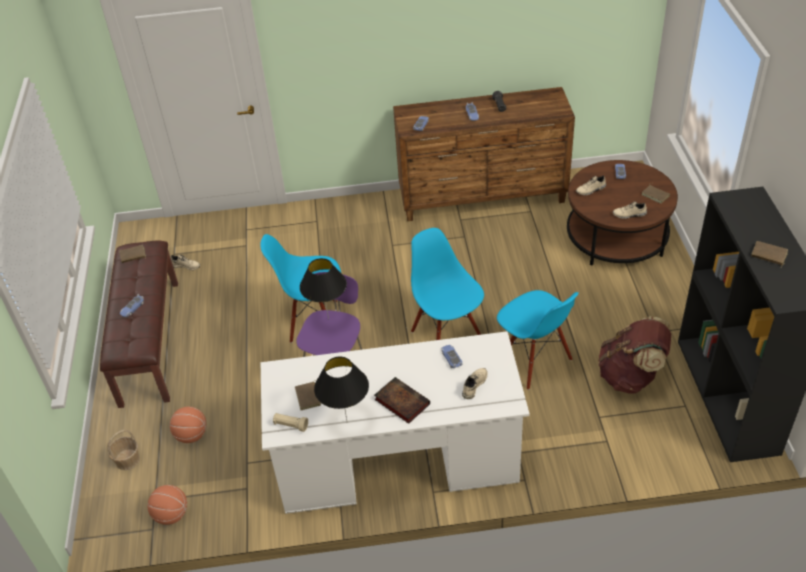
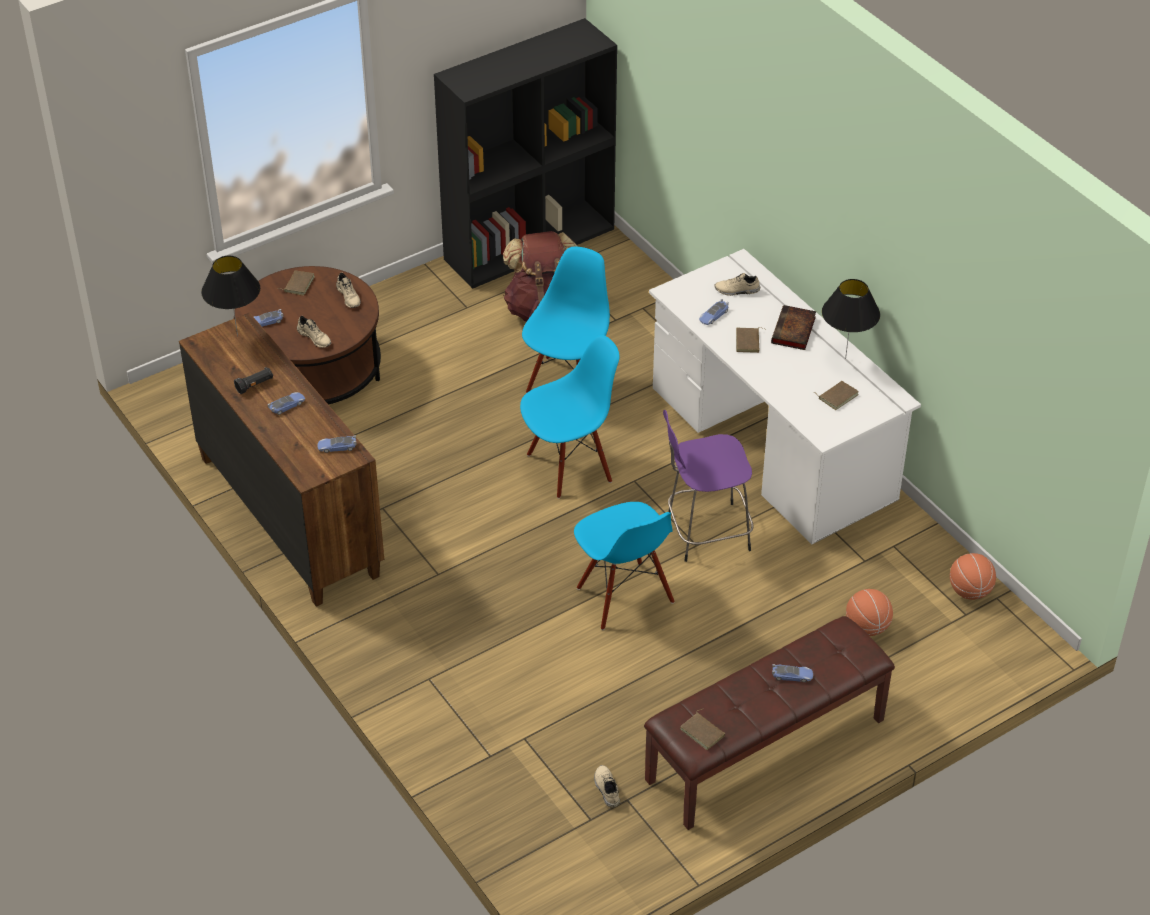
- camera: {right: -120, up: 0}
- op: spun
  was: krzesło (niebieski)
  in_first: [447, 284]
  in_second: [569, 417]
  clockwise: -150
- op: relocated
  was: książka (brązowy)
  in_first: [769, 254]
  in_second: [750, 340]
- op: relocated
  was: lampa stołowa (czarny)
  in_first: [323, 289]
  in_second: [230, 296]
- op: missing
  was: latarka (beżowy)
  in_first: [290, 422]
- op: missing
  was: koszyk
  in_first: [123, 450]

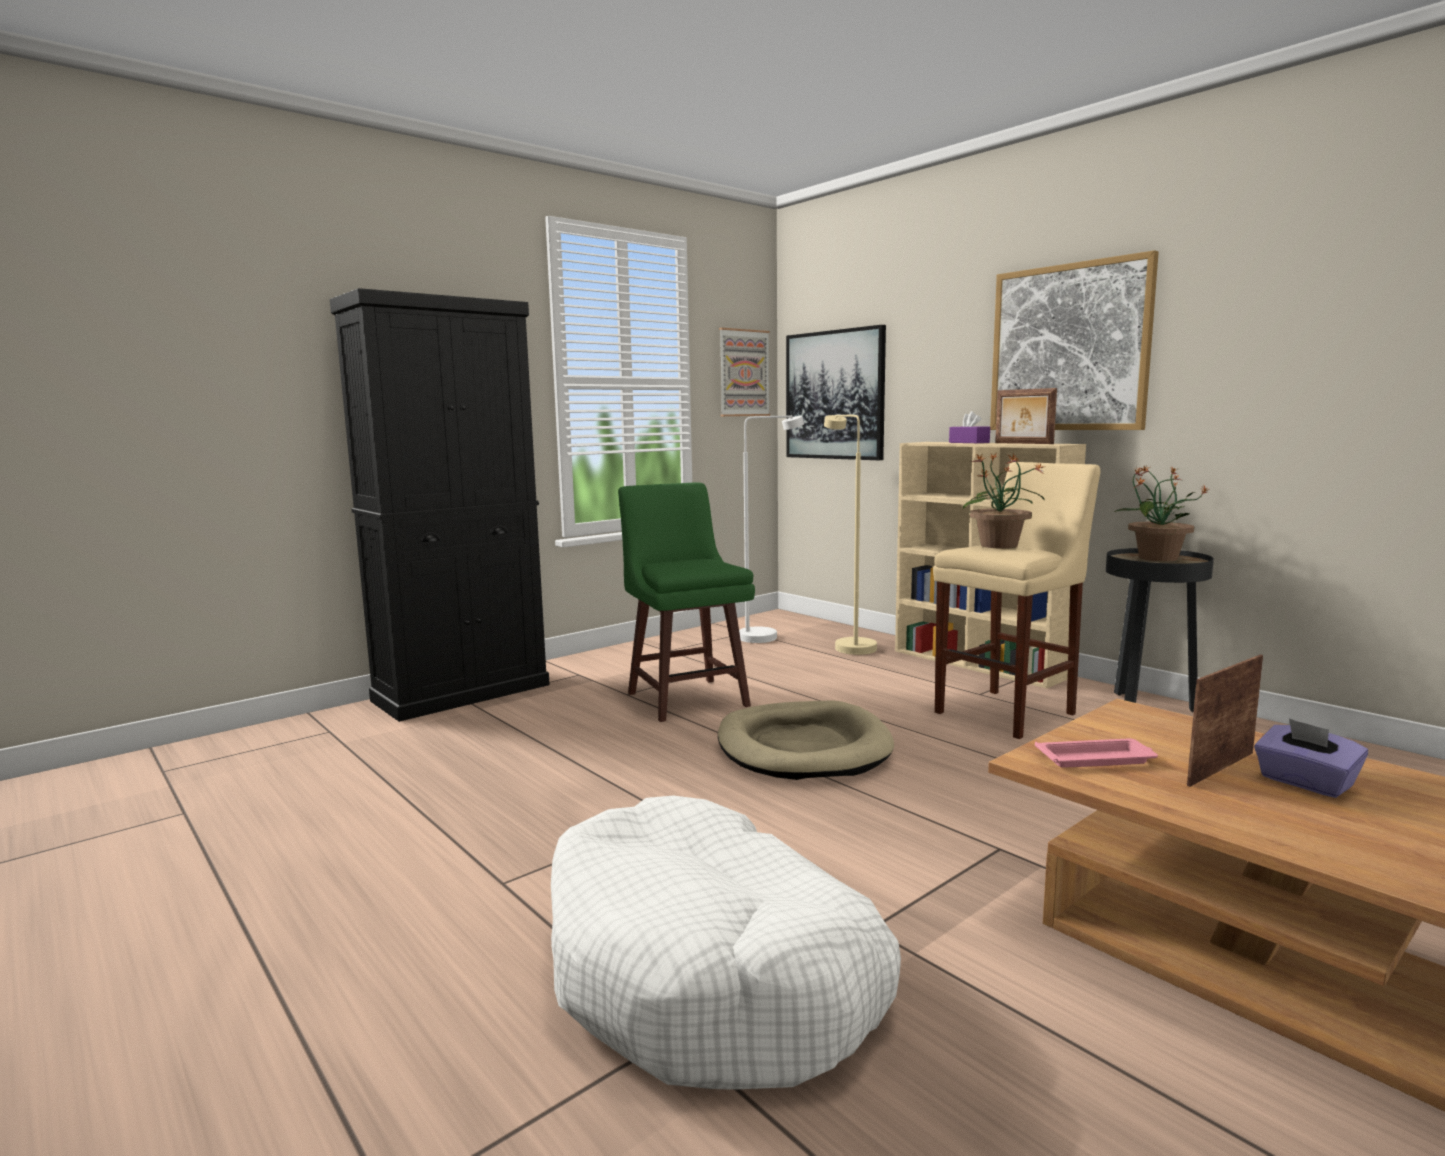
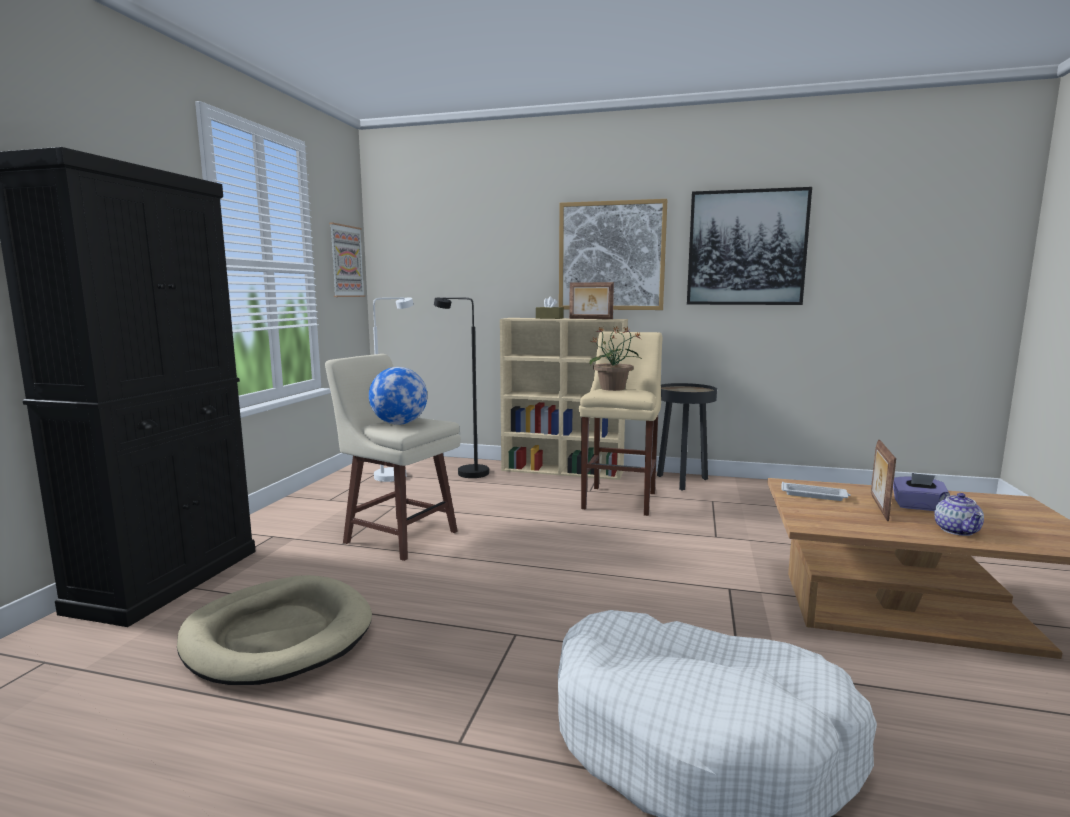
- camera: {right: -35, up: 0}
- op: relocated
  was: obraz
  in_first: [836, 392]
  in_second: [749, 246]
- op: colour
  was: pudełko chusteczek (fioletowy)
  now: pudełko chusteczek (brązowy)
  in_first: [969, 427]
  in_second: [550, 308]
- op: colour
  was: lampa stojąca (beżowy)
  now: lampa stojąca (czarny)
  in_first: [850, 535]
  in_second: [461, 387]
- op: missing
  was: roślina doniczkowa
  in_first: [1161, 513]
- op: colour
  was: stołek (zielony)
  now: stołek (beżowy)
  in_first: [686, 602]
  in_second: [393, 457]
- op: relocated
  was: legowisko (beżowy)
  in_first: [806, 740]
  in_second: [274, 630]
- op: missing
  was: taca (różowy)
  in_first: [1096, 753]
- op: appeared
  now: globus
  in_second: [398, 396]
- op: appeared
  now: taca (biały)
  in_second: [816, 491]
- op: appeared
  now: imbryk
  in_second: [959, 514]

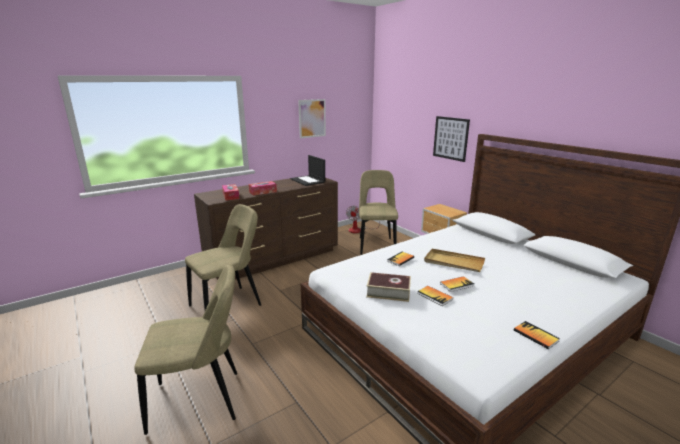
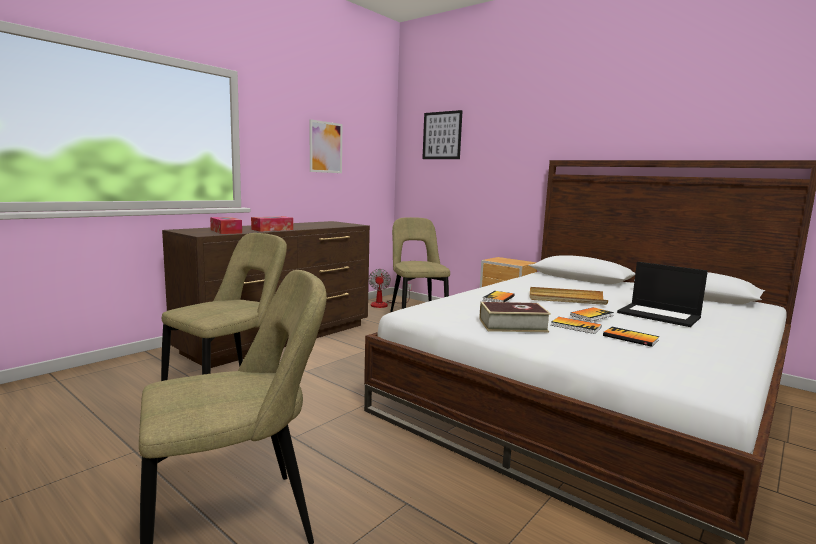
- camera: {right: -15, up: -10}
- op: relocated
  was: obraz
  in_first: [451, 139]
  in_second: [442, 134]
- op: relocated
  was: laptop
  in_first: [307, 170]
  in_second: [662, 294]
- op: relocated
  was: książka
  in_first: [537, 335]
  in_second: [631, 337]

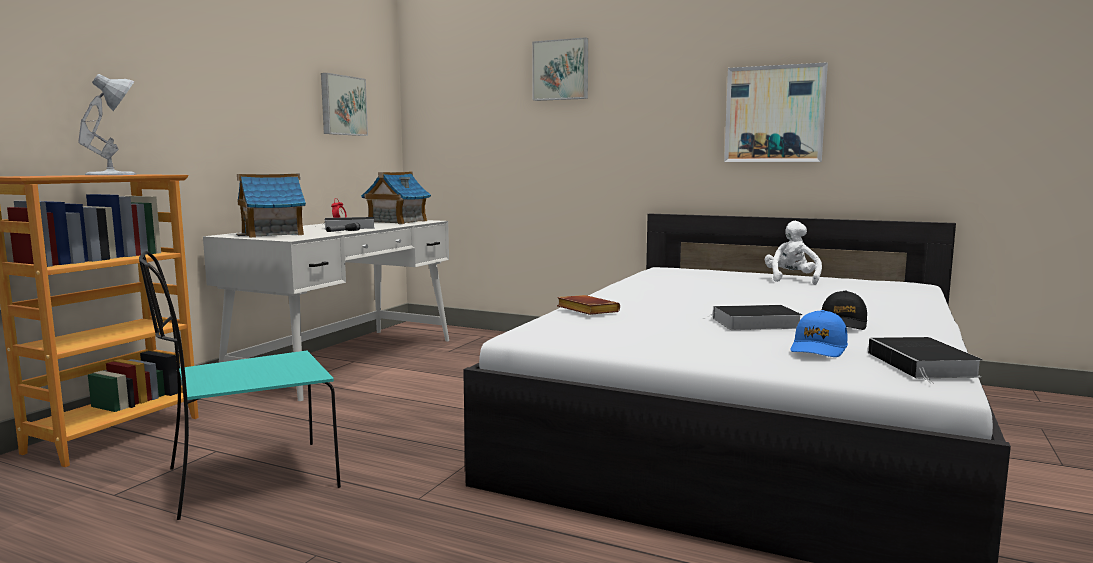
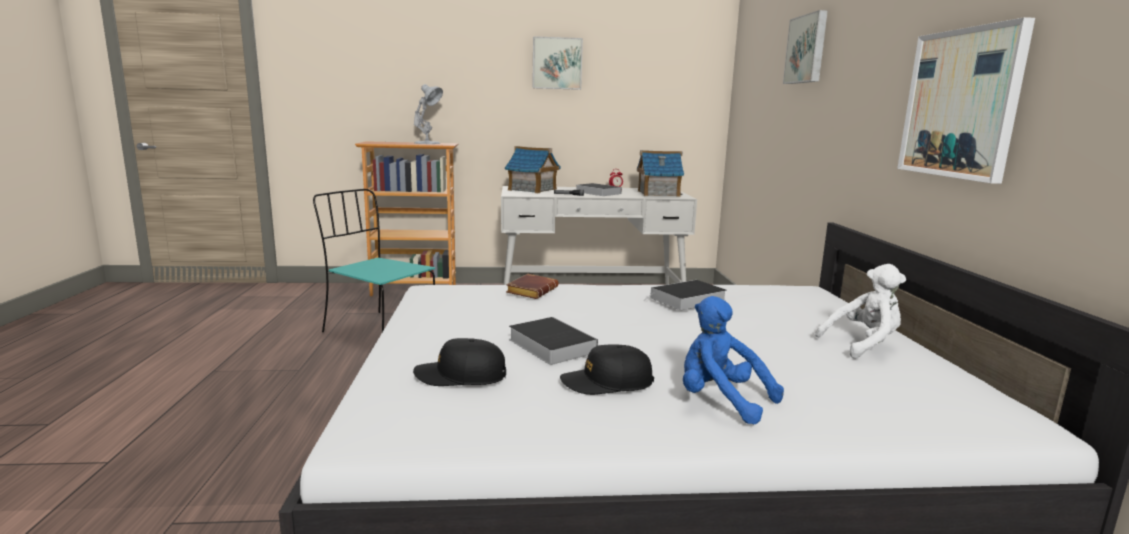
- camera: {right: 60, up: 5}
- op: relocated
  was: obraz
  in_first: [344, 104]
  in_second: [557, 63]
- op: colour
  was: czapka z daszkiem (niebieski)
  now: czapka z daszkiem (czarny)
  in_first: [819, 333]
  in_second: [459, 362]
- op: relocated
  was: książka
  in_first: [925, 360]
  in_second: [685, 295]
- op: appeared
  now: pluszak (niebieski)
  in_second: [733, 360]

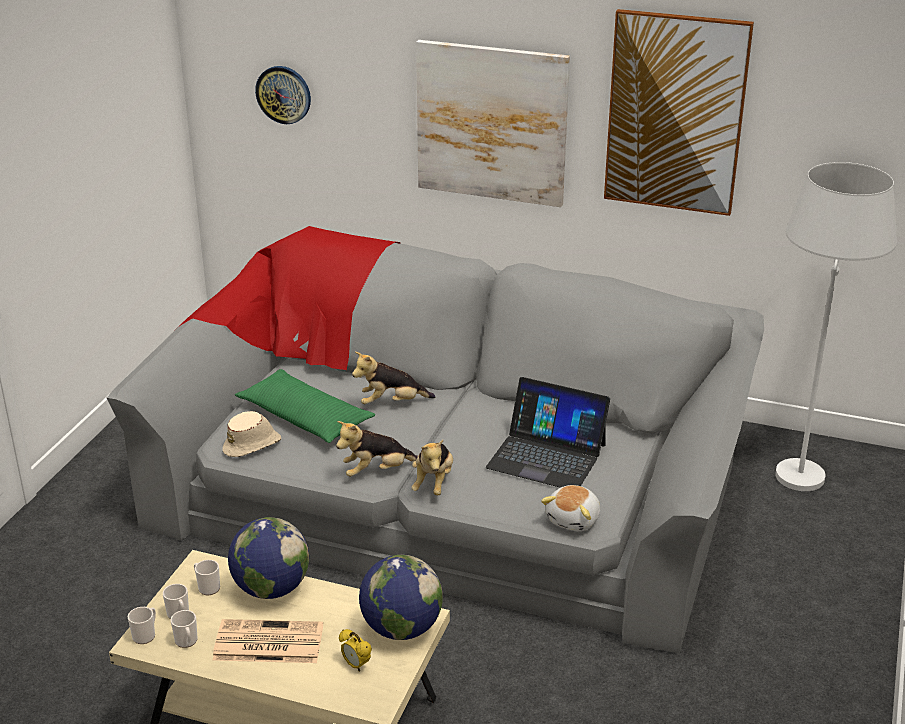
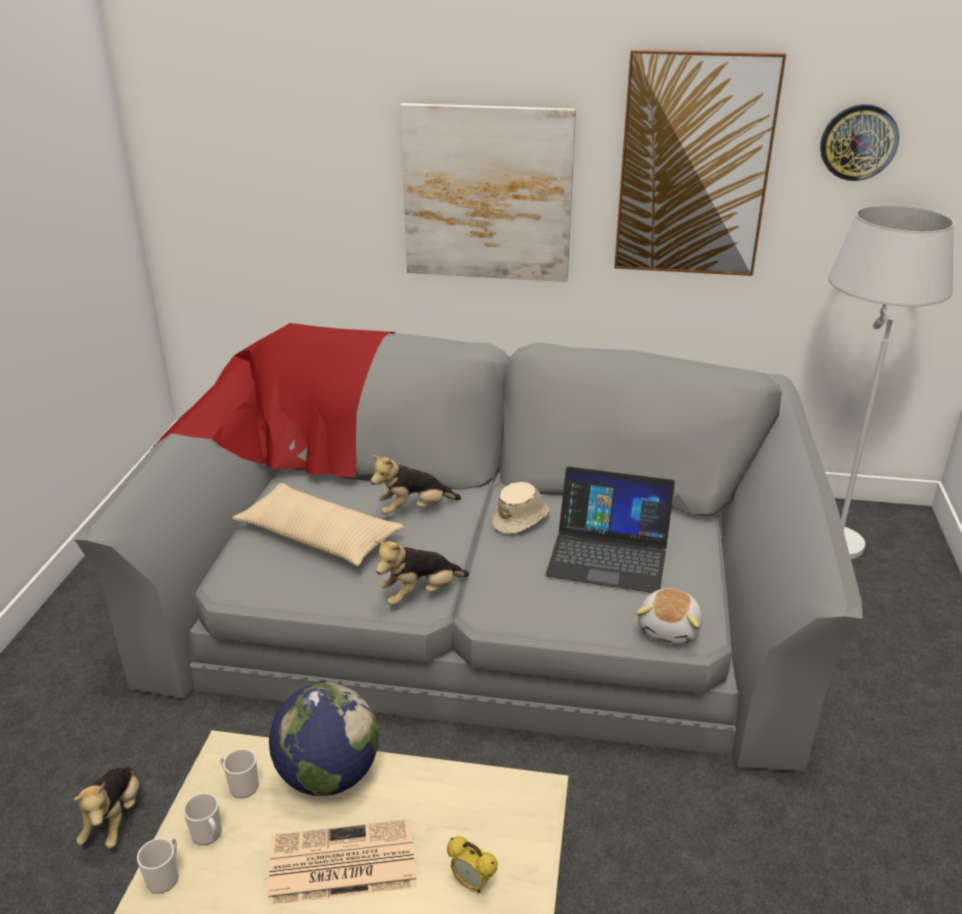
- camera: {right: -10, up: 0}
- op: relocated
  was: zegar ścienny
  in_first: [283, 95]
  in_second: [859, 142]
- op: colour
  was: poduszka (zielony)
  now: poduszka (beżowy)
  in_first: [305, 406]
  in_second: [318, 524]
- op: relocated
  was: kapelusz (beżowy)
  in_first: [251, 434]
  in_second: [521, 508]
- op: relocated
  was: pluszak
  in_first: [432, 467]
  in_second: [106, 808]
- op: missing
  was: globus
  in_first: [401, 597]
- op: missing
  was: kubek
  in_first: [184, 629]

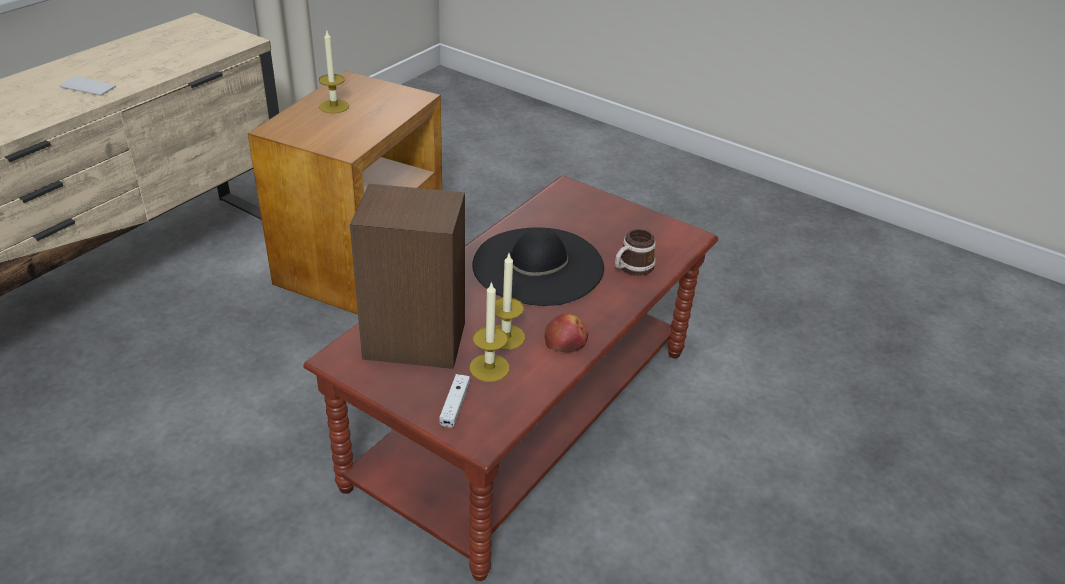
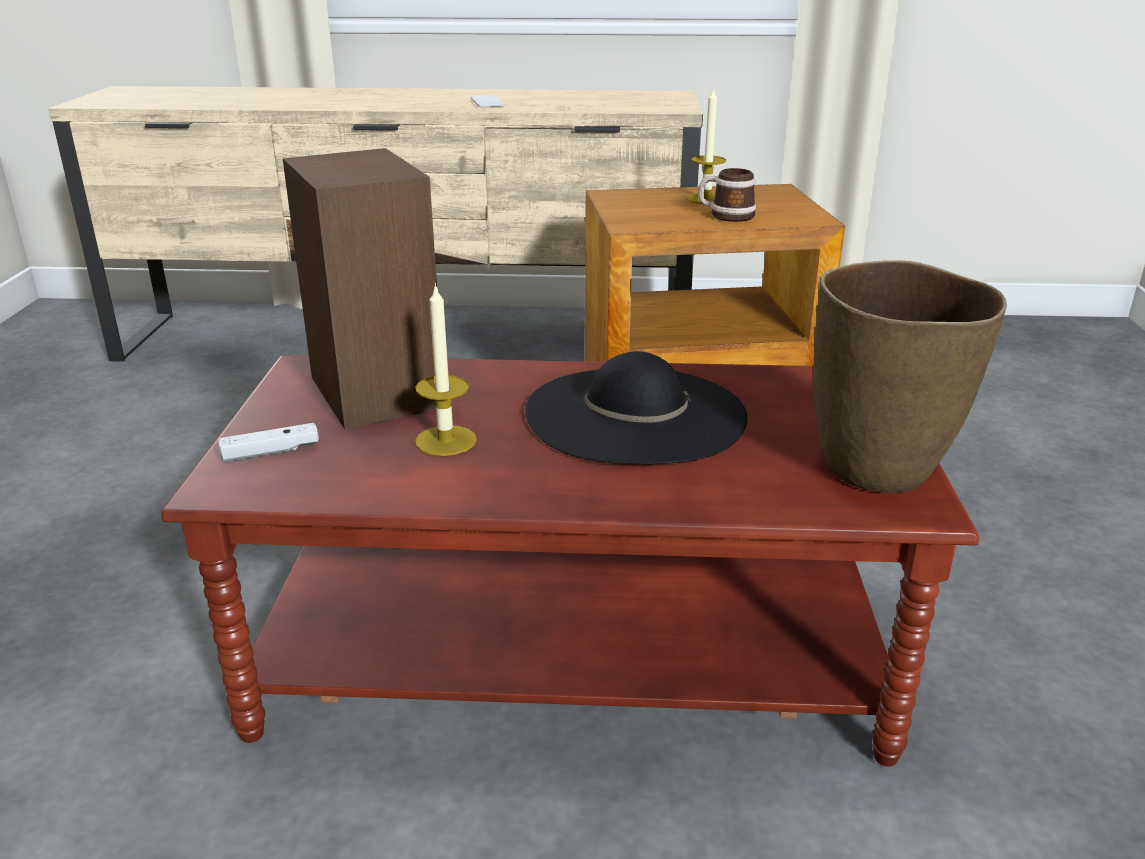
- camera: {right: 60, up: -10}
- op: relocated
  was: kubek
  in_first: [635, 252]
  in_second: [727, 195]
- op: missing
  was: świeca
  in_first: [489, 331]
- op: missing
  was: jabłko
  in_first: [566, 333]
- op: appeared
  now: wazon (brązowy)
  in_second: [909, 376]

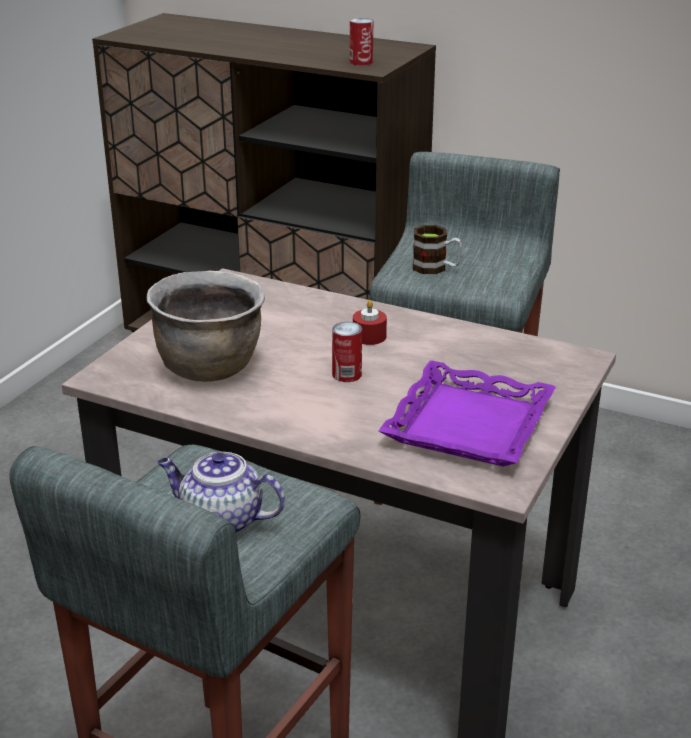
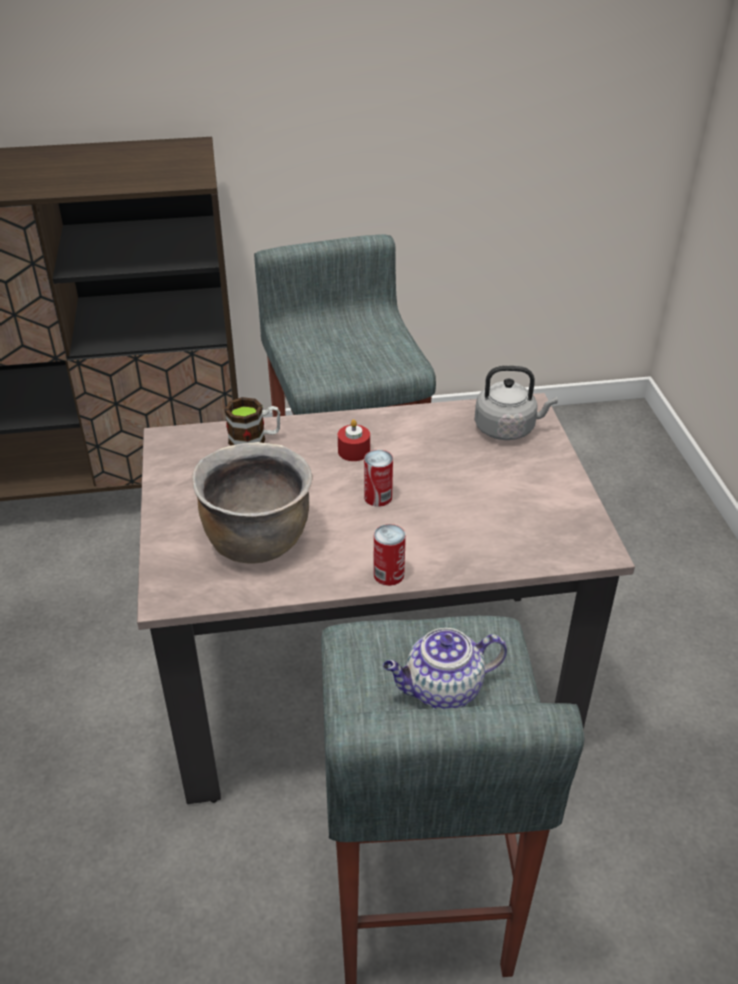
- camera: {right: -35, up: 10}
- op: relocated
  was: puszka
  in_first: [361, 42]
  in_second: [389, 555]
- op: relocated
  was: kubek
  in_first: [437, 249]
  in_second: [252, 421]
- op: missing
  was: taca (fioletowy)
  in_first: [467, 414]
- op: appeared
  now: czajnik (szary)
  in_second: [516, 403]

